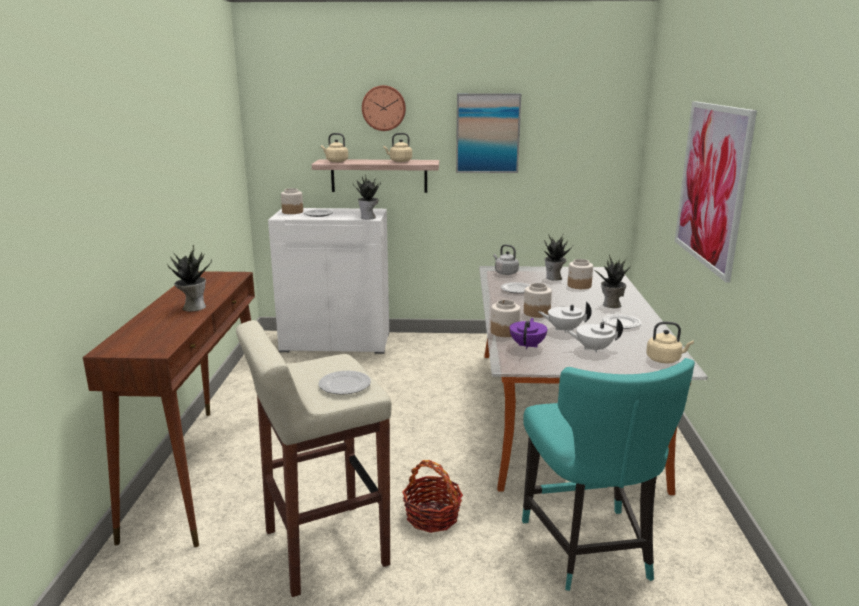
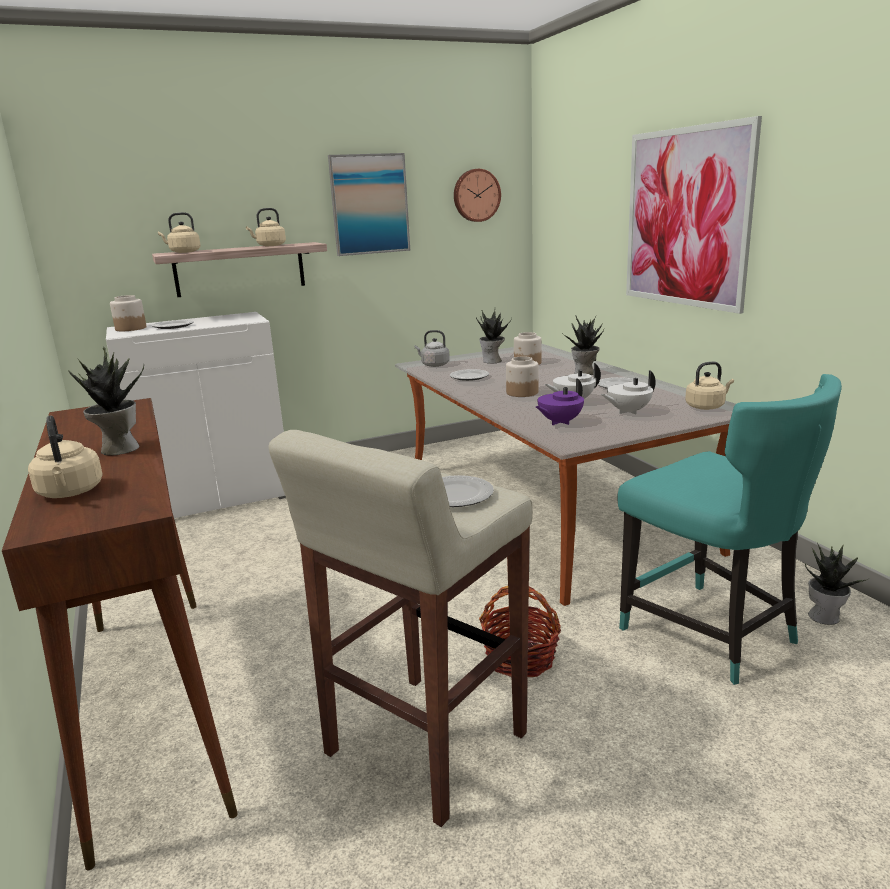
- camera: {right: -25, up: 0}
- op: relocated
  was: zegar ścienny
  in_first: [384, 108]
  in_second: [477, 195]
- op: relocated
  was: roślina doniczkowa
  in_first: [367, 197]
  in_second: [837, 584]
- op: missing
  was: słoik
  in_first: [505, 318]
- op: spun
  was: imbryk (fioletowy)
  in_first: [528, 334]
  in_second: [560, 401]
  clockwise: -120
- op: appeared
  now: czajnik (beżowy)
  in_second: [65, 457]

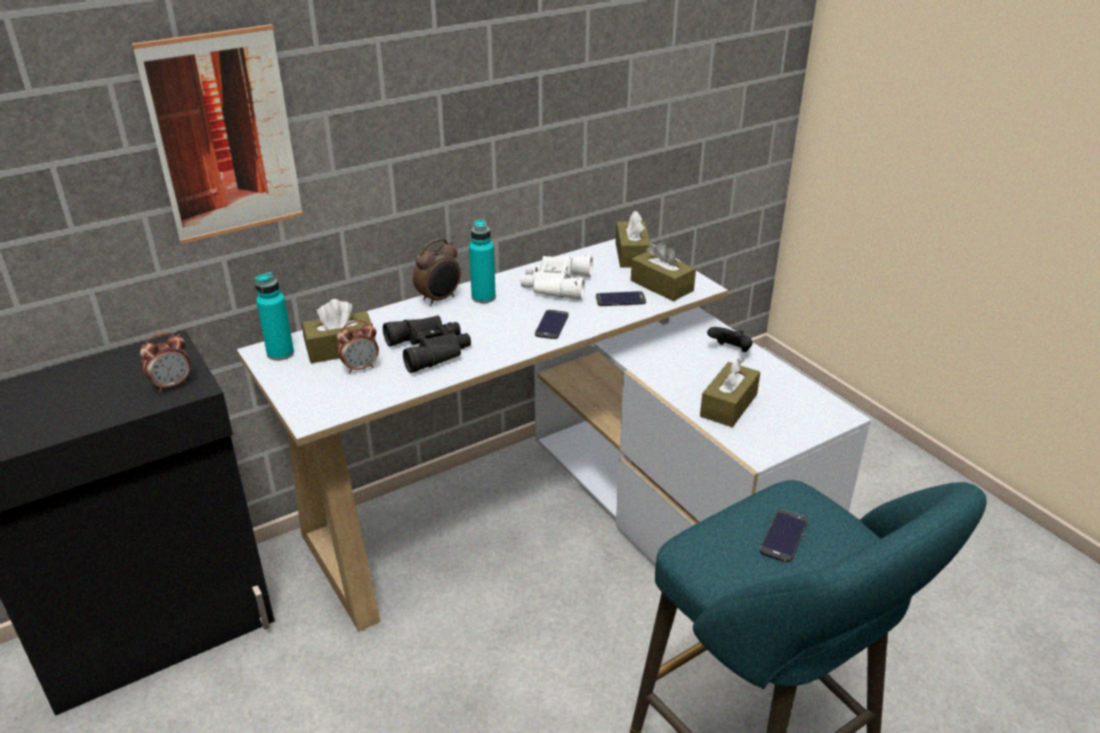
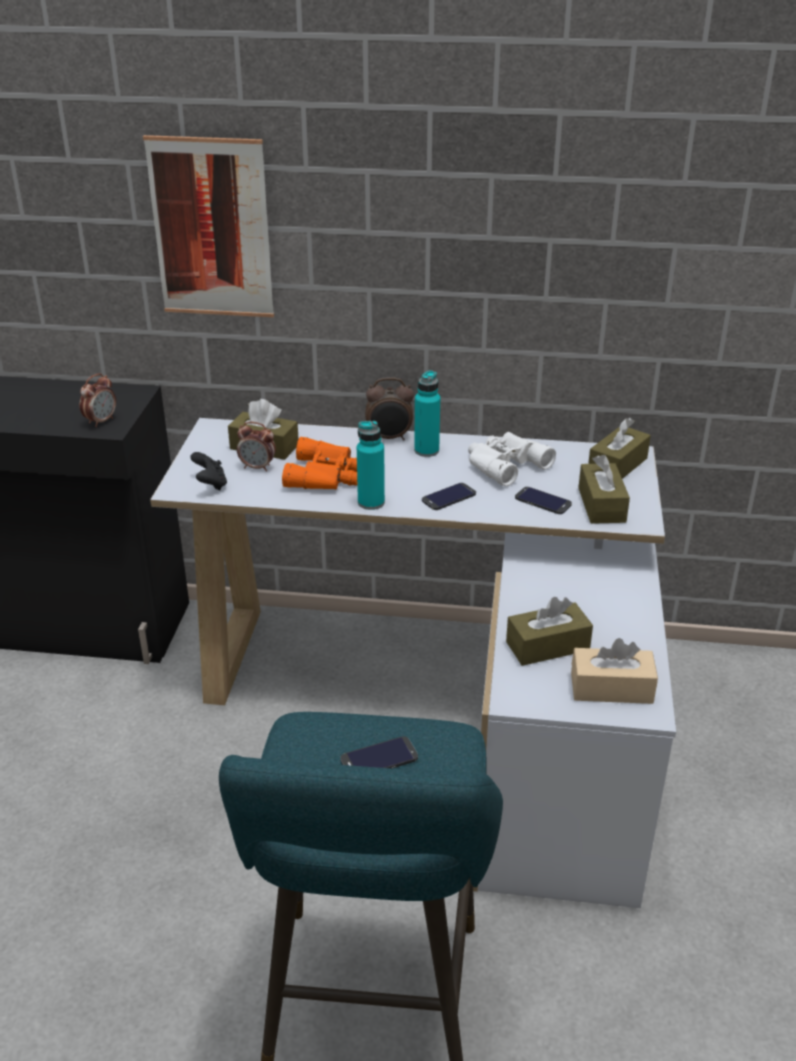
- camera: {right: 40, up: 0}
- op: relocated
  was: butelka (turkusowy)
  in_first: [274, 316]
  in_second: [371, 465]
- op: colour
  was: lornetka (czarny)
  now: lornetka (pomarańczowy)
  in_first: [427, 344]
  in_second: [319, 463]
- op: relocated
  was: pad do gier (czarny)
  in_first: [730, 339]
  in_second: [208, 471]
- op: spun
  was: budzik
  in_first: [165, 362]
  in_second: [97, 400]
  clockwise: -60
- op: appeared
  now: pudełko chusteczek (beżowy)
  in_second: [614, 671]

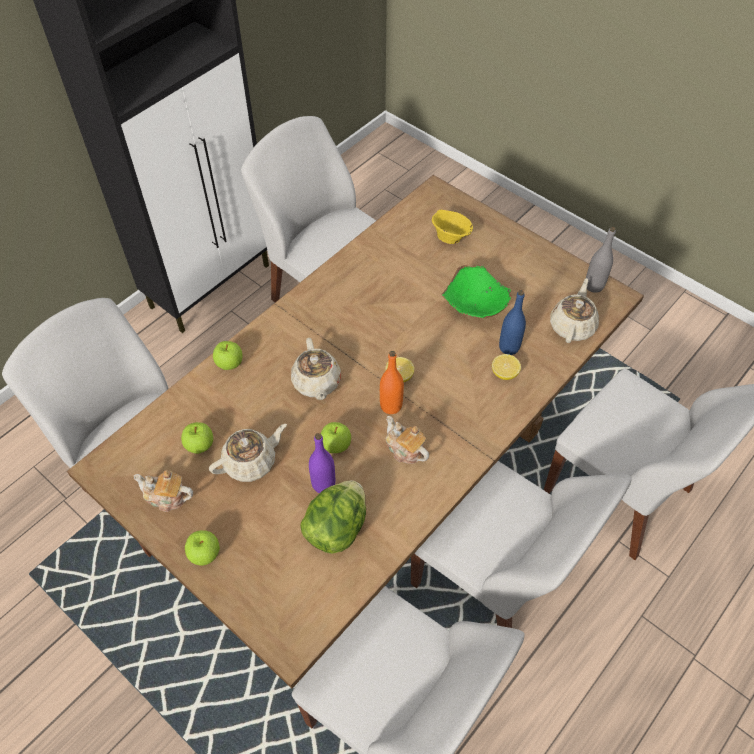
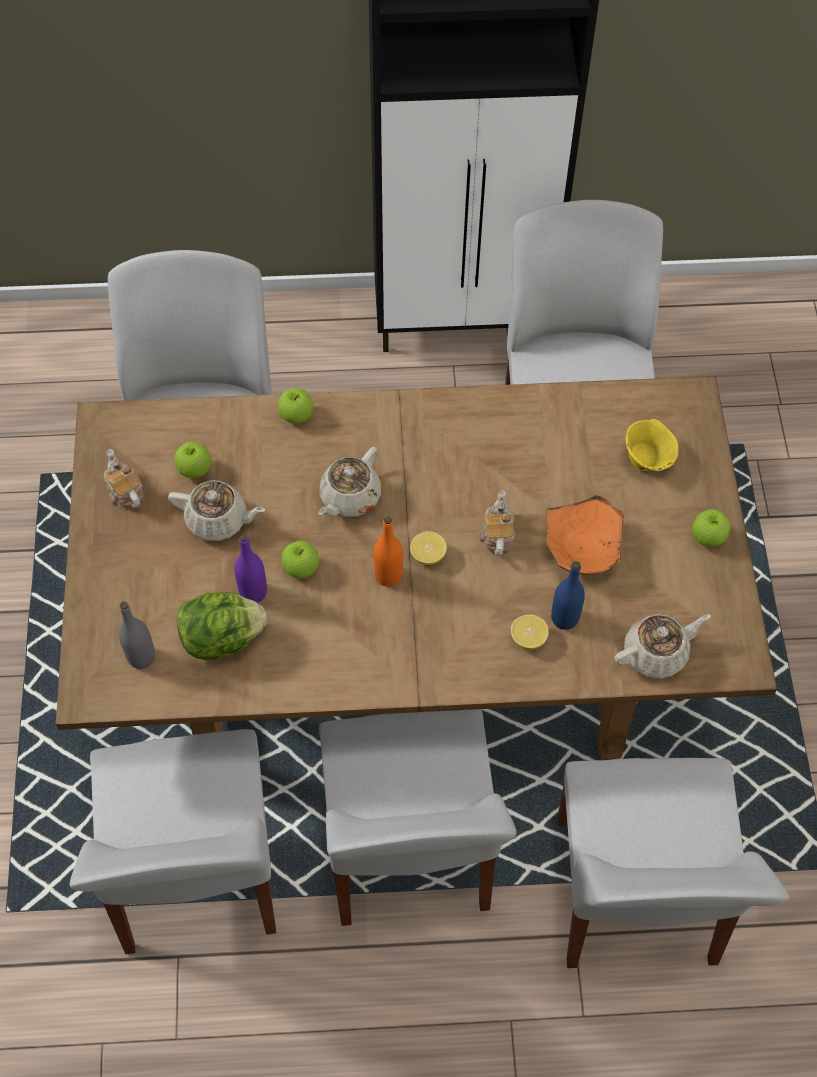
- camera: {right: 45, up: 5}
- op: relocated
  was: butelka (szary)
  in_first: [601, 260]
  in_second: [137, 635]
- op: colour
  was: miska (zielony)
  now: miska (pomarańczowy)
  in_first: [476, 291]
  in_second: [585, 534]
- op: relocated
  was: imbryk
  in_first: [407, 440]
  in_second: [497, 523]
- op: relocated
  was: jabłko
  in_first: [202, 548]
  in_second: [711, 528]

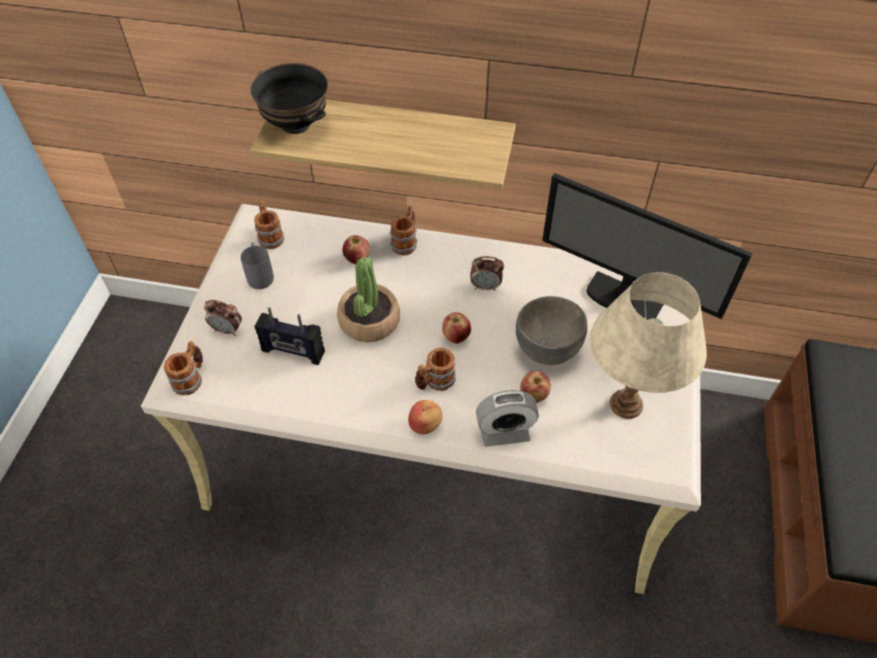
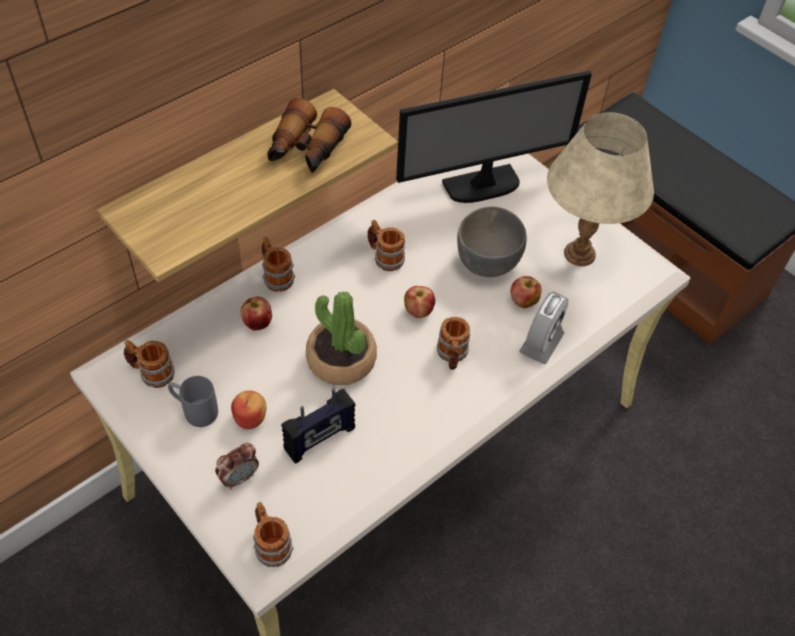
- camera: {right: -55, up: 0}
- op: missing
  was: miska (czarny)
  in_first: [289, 98]
- op: exchanged
  was: budzik
  now: kubek
  in_first: [487, 273]
  in_second: [386, 245]
- op: relocated
  was: jabłko
  in_first: [425, 417]
  in_second: [248, 409]
- op: appeared
  now: lornetka
  in_second: [309, 135]

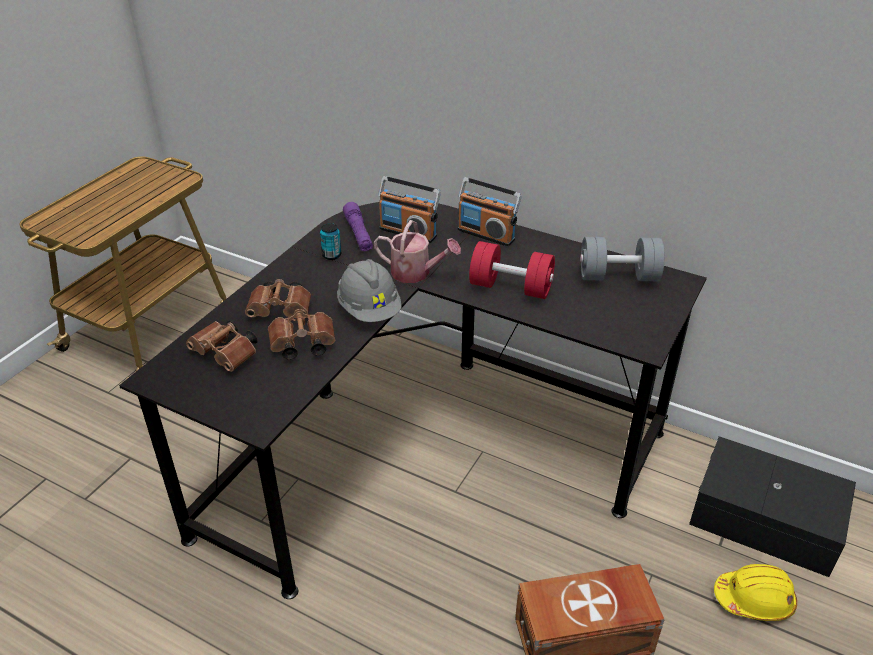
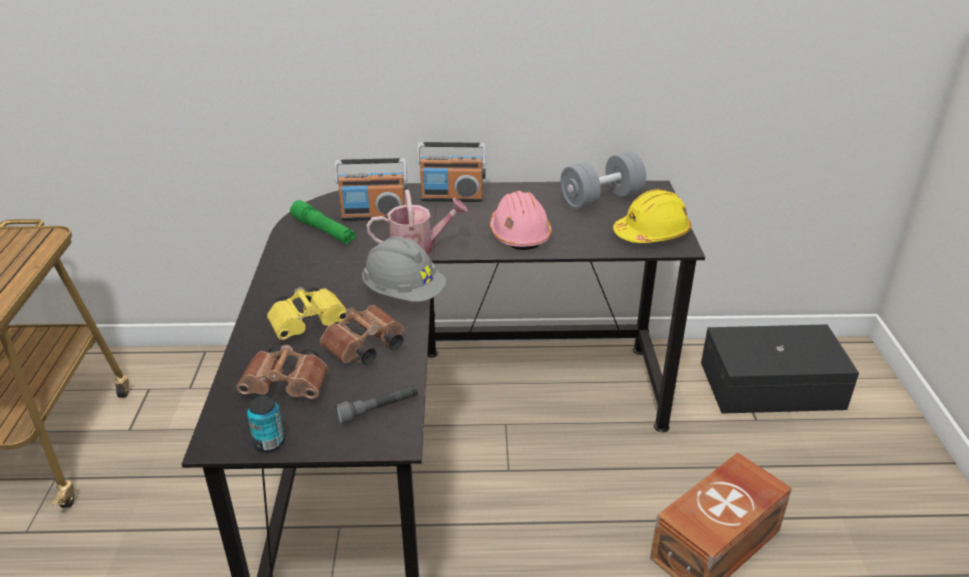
- camera: {right: -30, up: -5}
- op: colour
  was: latarka (fioletowy)
  now: latarka (zielony)
  in_first: [358, 226]
  in_second: [323, 222]
- op: relocated
  was: puszka
  in_first: [330, 241]
  in_second: [266, 424]
- op: exchanged
  was: hantel (czerwony)
  now: kask (różowy)
  in_first: [512, 270]
  in_second: [521, 220]
- op: colour
  was: lornetka (brązowy)
  now: lornetka (żółty)
  in_first: [278, 298]
  in_second: [307, 313]
- op: relocated
  was: kask (żółty)
  in_first: [755, 592]
  in_second: [652, 216]
- op: appeared
  now: latarka (szary)
  in_second: [376, 404]

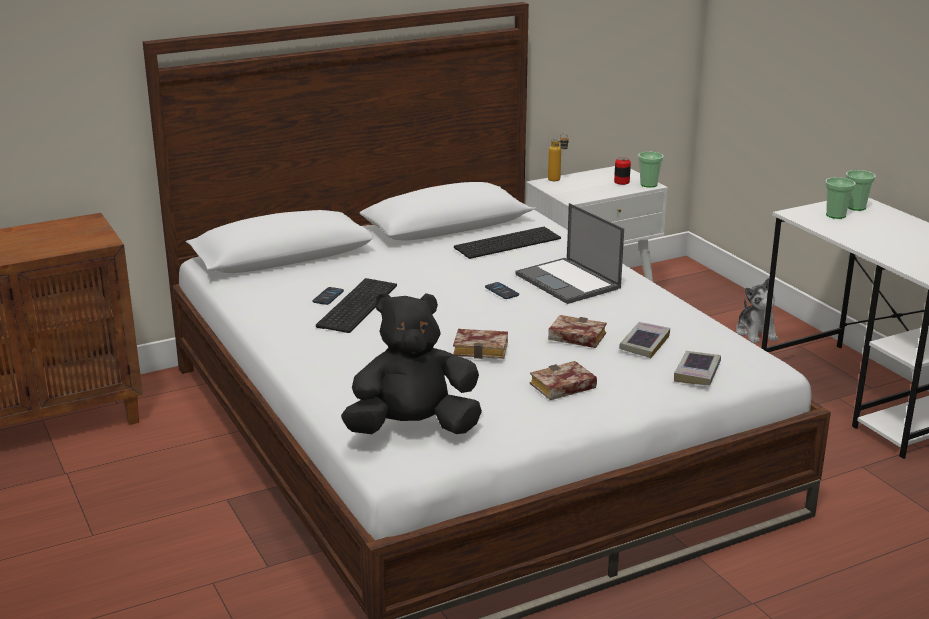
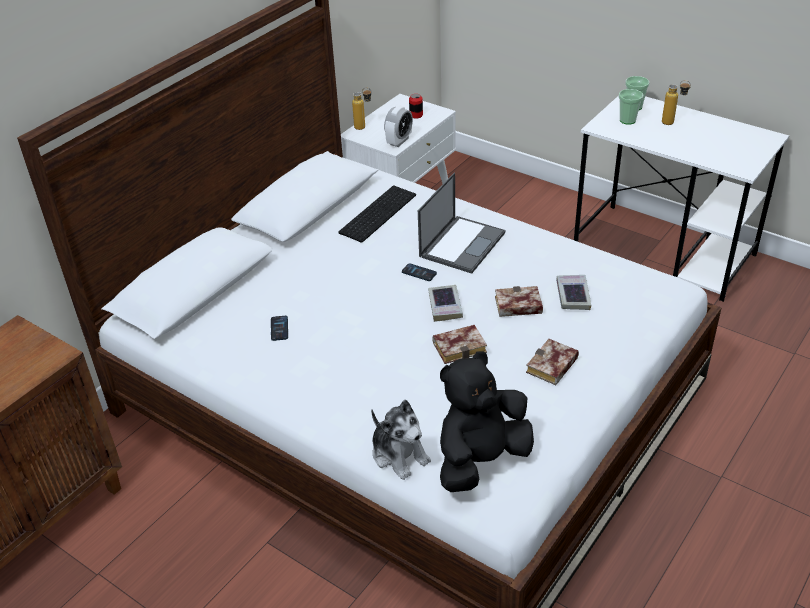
- camera: {right: -25, up: 15}
- op: missing
  was: filiżanka
  in_first: [651, 170]
- op: spun
  was: laptop
  in_first: [570, 253]
  in_second: [461, 223]
  clockwise: -90
- op: missing
  was: klawiatura
  in_first: [356, 305]
- op: relocated
  was: pluszak
  in_first: [757, 310]
  in_second: [401, 440]
- op: relocated
  was: książka
  in_first: [697, 368]
  in_second: [445, 303]
- op: appeared
  now: butelka
  in_second: [676, 102]
- op: appeared
  now: budzik
  in_second: [398, 126]

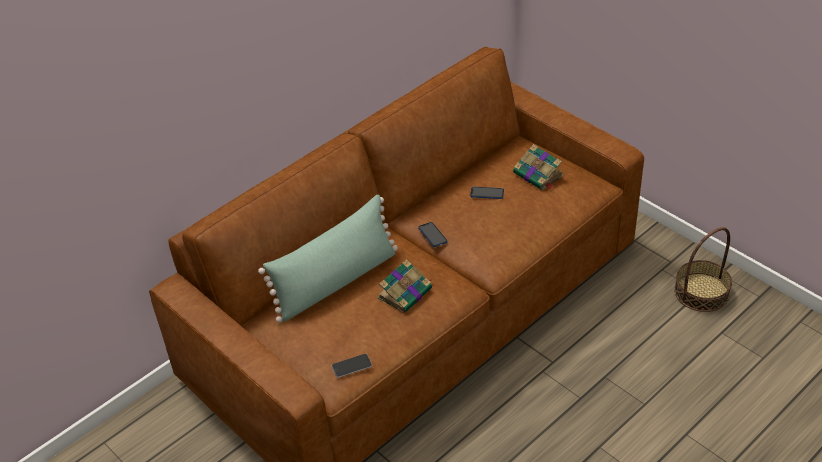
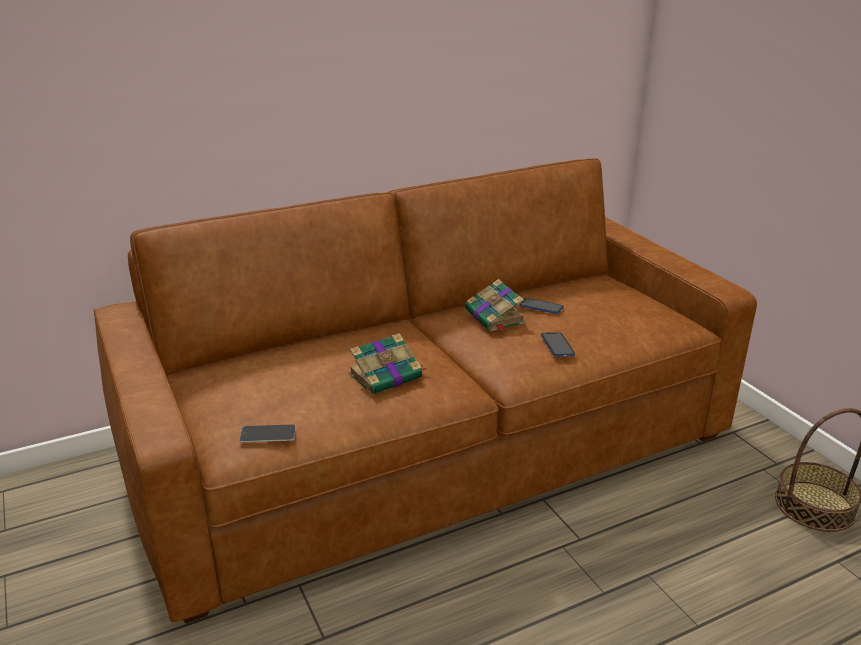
- camera: {right: 15, up: -15}
- op: relocated
  was: książka
  in_first: [538, 167]
  in_second: [495, 305]
- op: missing
  was: poduszka (zielony)
  in_first: [328, 259]
- op: relocated
  was: telefon
  in_first: [432, 234]
  in_second: [558, 344]

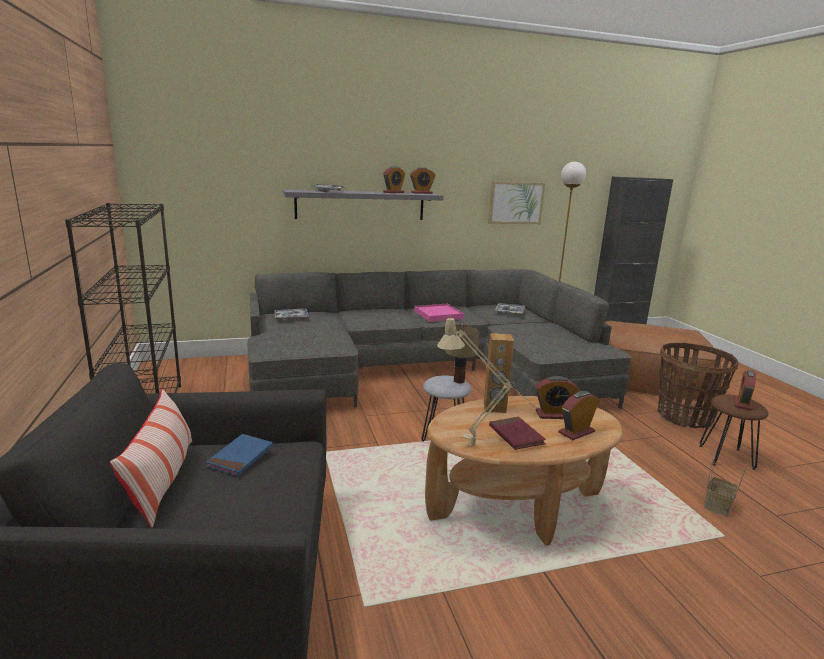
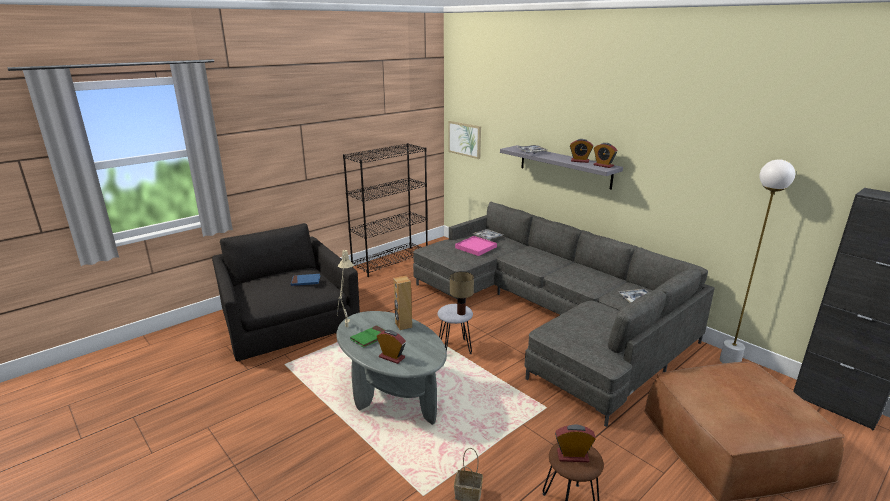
- camera: {right: 65, up: 5}
- op: relocated
  was: obraz
  in_first: [516, 202]
  in_second: [464, 140]
- op: relocated
  was: taca (różowy)
  in_first: [439, 313]
  in_second: [476, 246]
- op: missing
  was: koszyk
  in_first: [698, 385]
- op: missing
  was: budzik
  in_first: [557, 397]
- op: missing
  was: poduszka
  in_first: [151, 458]
- op: colour
  was: ława (brązowy)
  now: ława (szary)
  in_first: [524, 471]
  in_second: [391, 368]
- op: colour
  was: książka (czerwony)
  now: książka (zielony)
  in_first: [517, 433]
  in_second: [367, 336]

